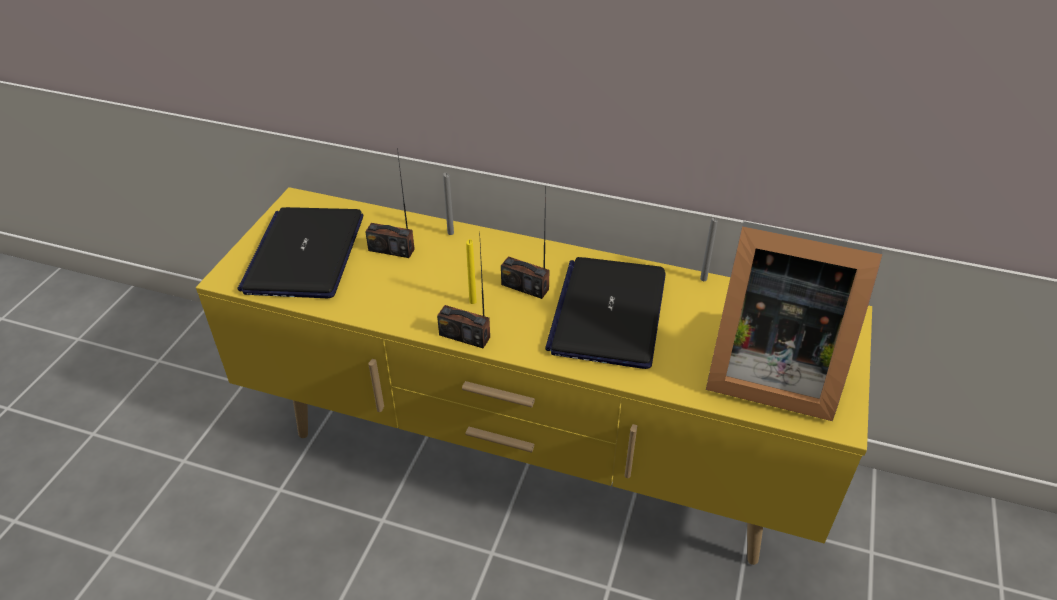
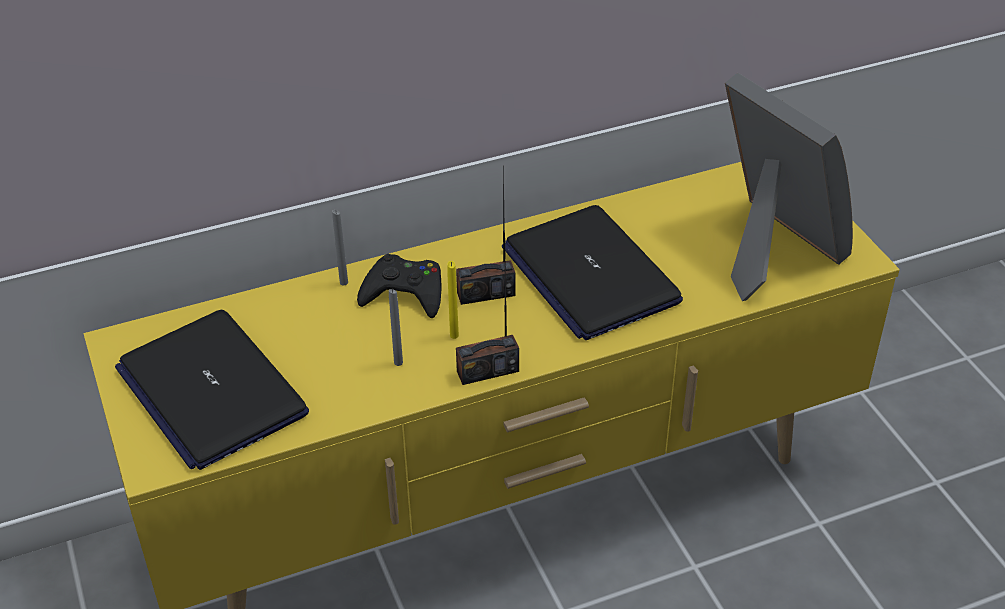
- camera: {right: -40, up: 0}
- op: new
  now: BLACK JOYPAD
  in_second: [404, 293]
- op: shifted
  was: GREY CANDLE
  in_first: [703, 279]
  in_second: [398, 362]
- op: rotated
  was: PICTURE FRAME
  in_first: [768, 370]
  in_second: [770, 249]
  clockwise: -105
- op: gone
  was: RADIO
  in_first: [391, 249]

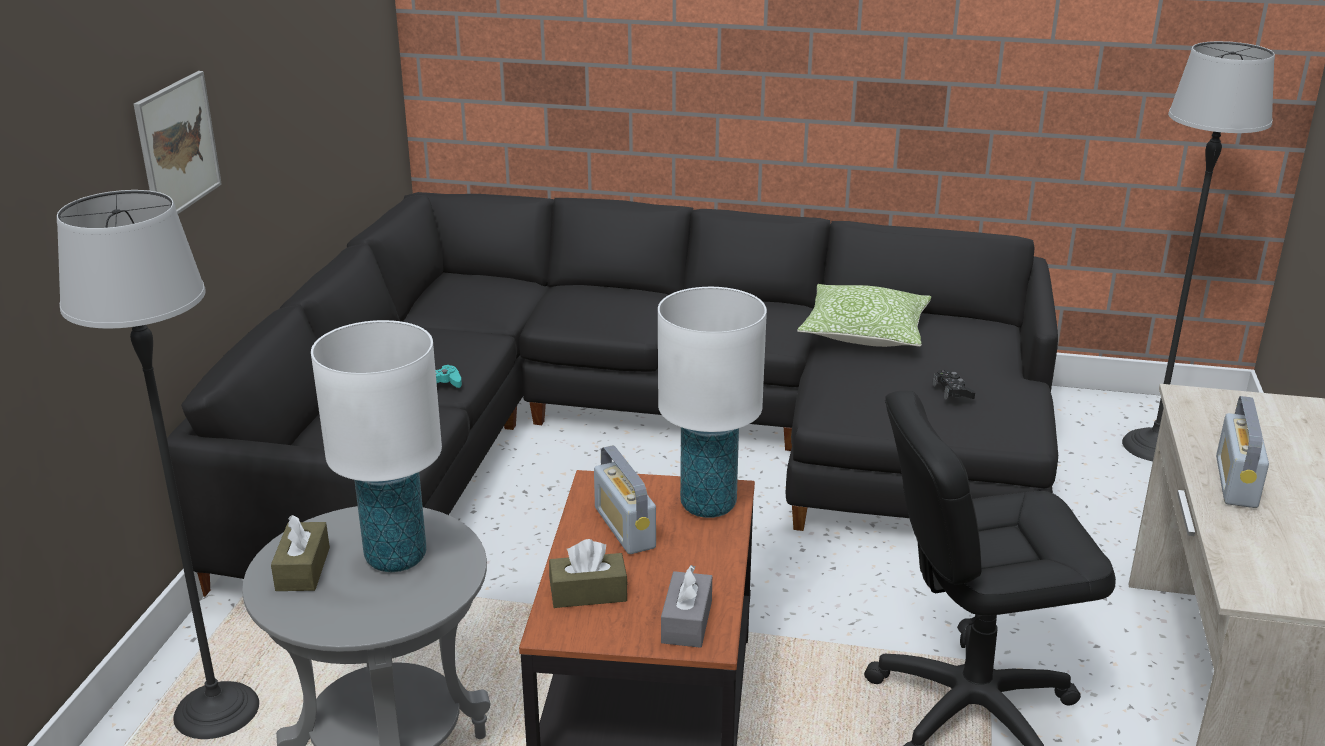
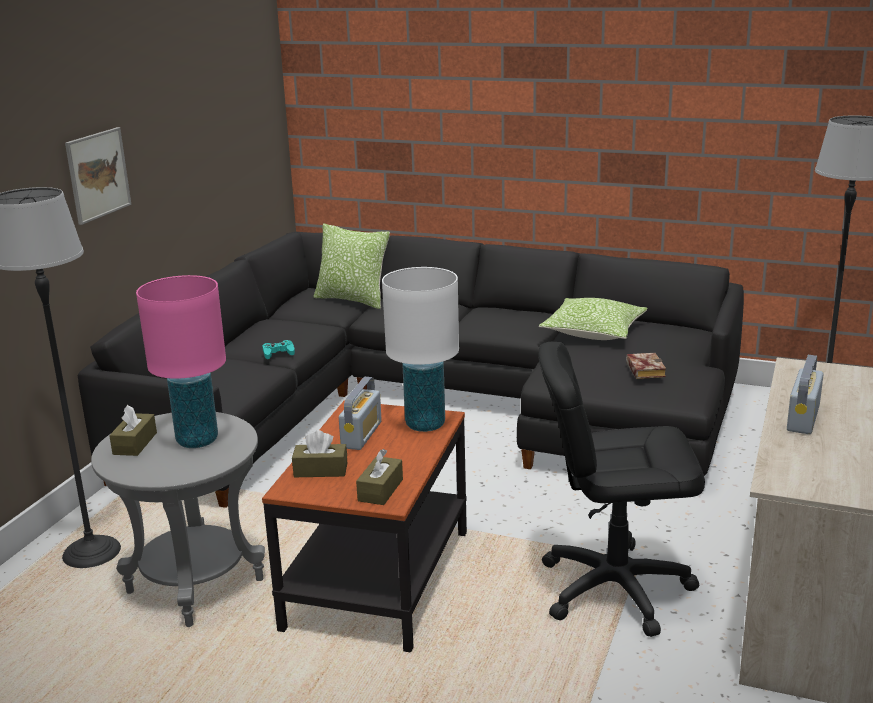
- camera: {right: 10, up: -5}
- op: repainted
  was: WHITISH TABLETOP LAMP
  now: PINK TABLETOP LAMP
  in_first: [396, 557]
  in_second: [197, 440]
- op: new
  now: PILLOW
  in_second: [352, 300]
- op: rotated
  was: RADIO
  in_first: [624, 528]
  in_second: [361, 435]
  clockwise: -150
- op: repainted
  was: GREY BOX OF TISSUES
  now: BROWN BOX OF TISSUES
  in_first: [686, 622]
  in_second: [380, 490]
- op: swapped
  was: BLACK JOYPAD
  now: BOOK
  in_first: [952, 391]
  in_second: [643, 369]

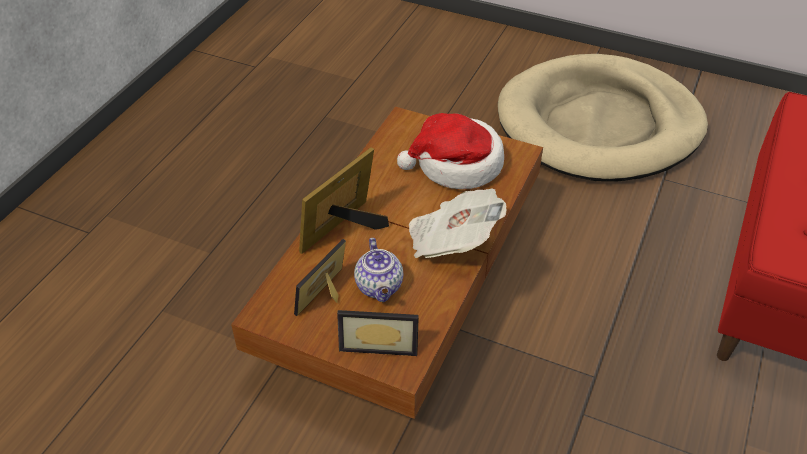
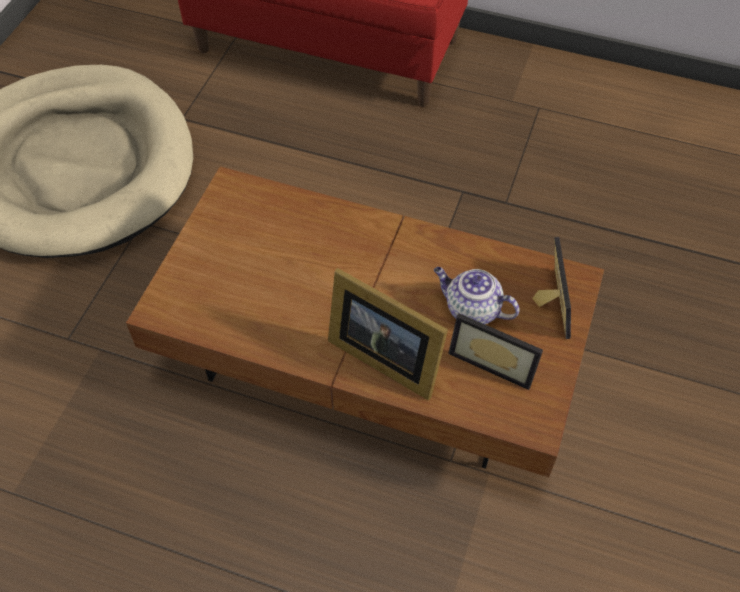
- camera: {right: -95, up: 10}
- op: rotated
  was: TEAPOT
  in_first: [380, 287]
  in_second: [471, 310]
  clockwise: -135
- op: gone
  was: WEARABLE HAT
  in_first: [456, 165]
- op: gone
  was: DAILY PAPER
  in_first: [452, 241]

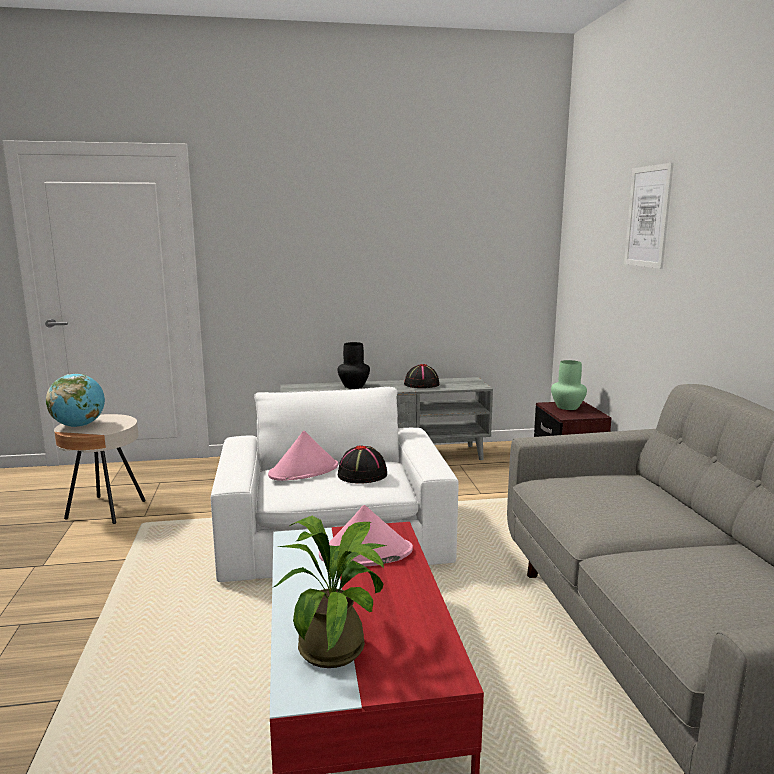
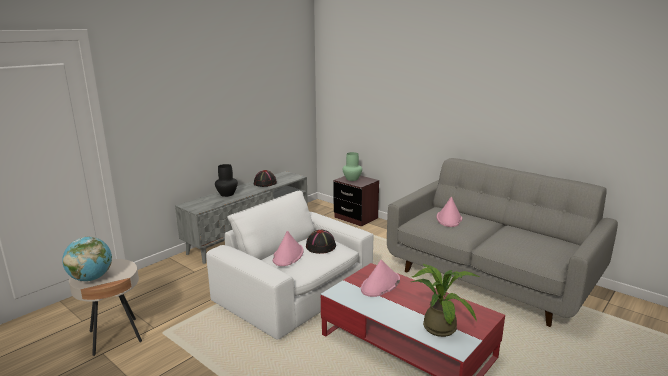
- camera: {right: -40, up: 5}
- op: new
  now: PINK WEARABLE HAT
  in_second: [449, 218]
- op: gone
  was: WALL ART
  in_first: [648, 216]

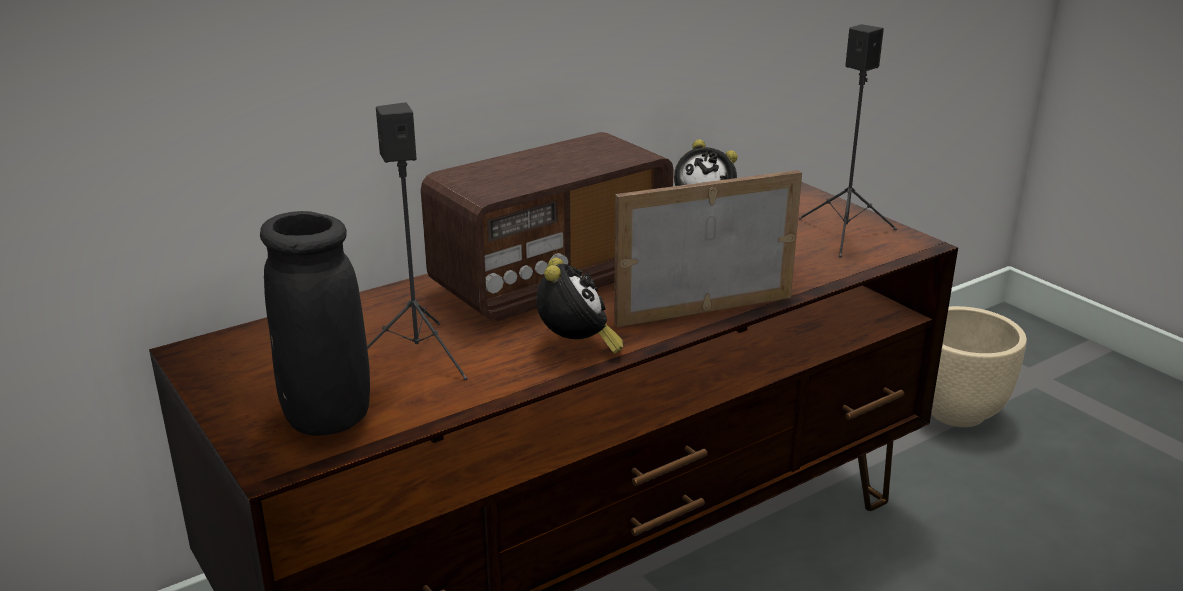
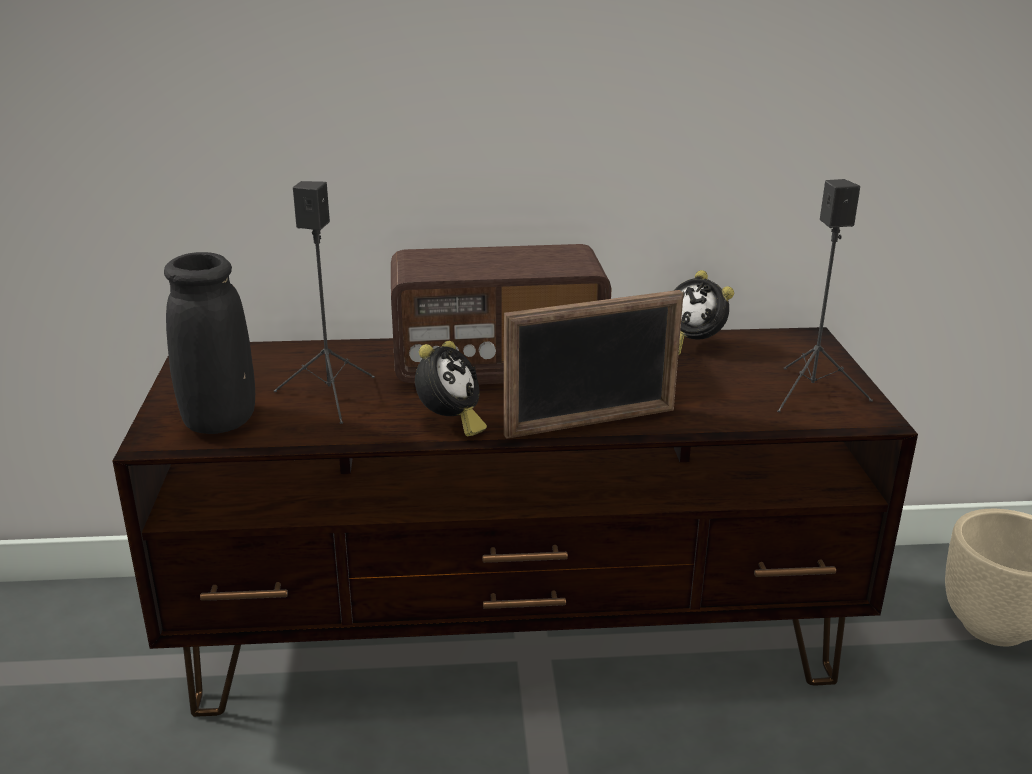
- camera: {right: 30, up: 0}
- op: rotated
  was: PICTURE FRAME
  in_first: [703, 309]
  in_second: [591, 423]
  clockwise: 150

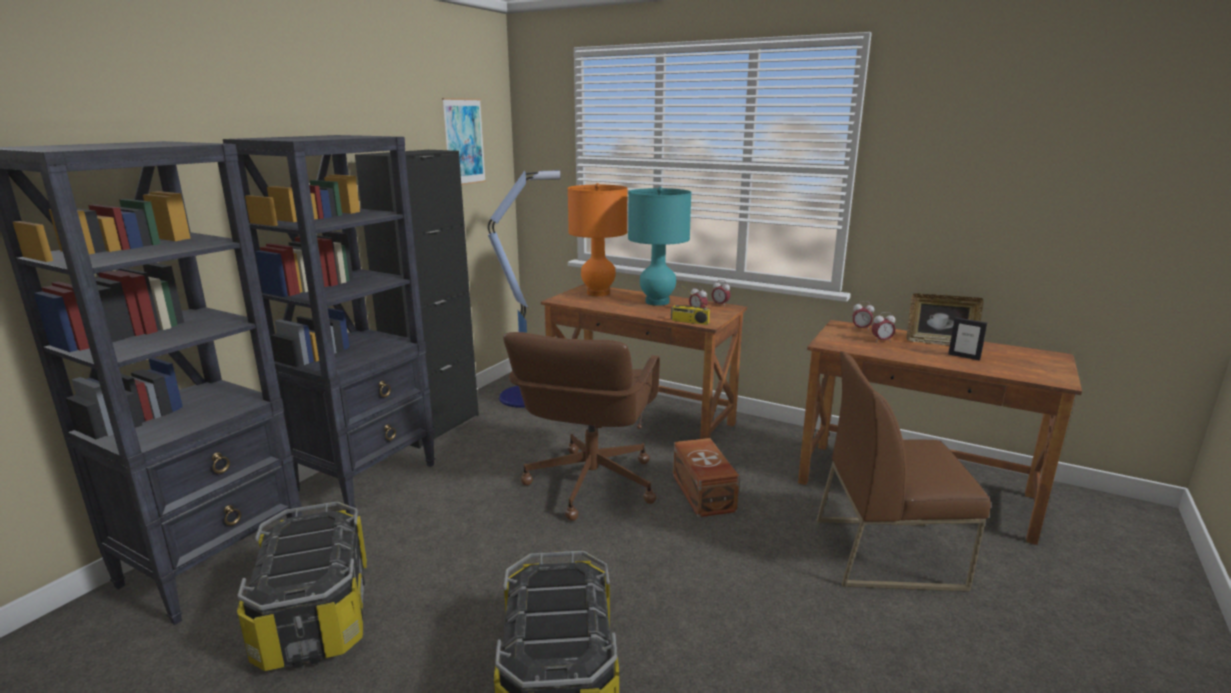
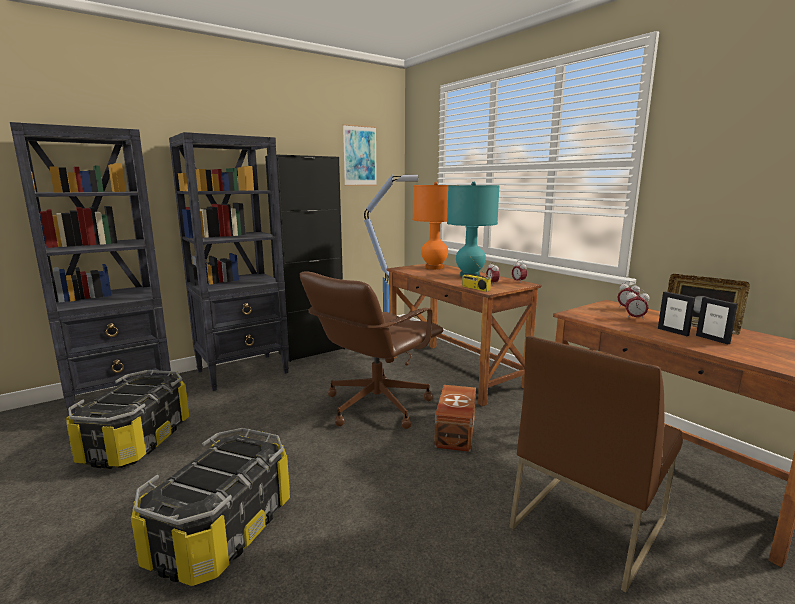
- camera: {right: 25, up: -5}
- op: rotated
  was: BROWN CHAIR
  in_first: [888, 552]
  in_second: [587, 522]
  clockwise: -75
- op: new
  now: PICTURE FRAME
  in_second: [673, 332]

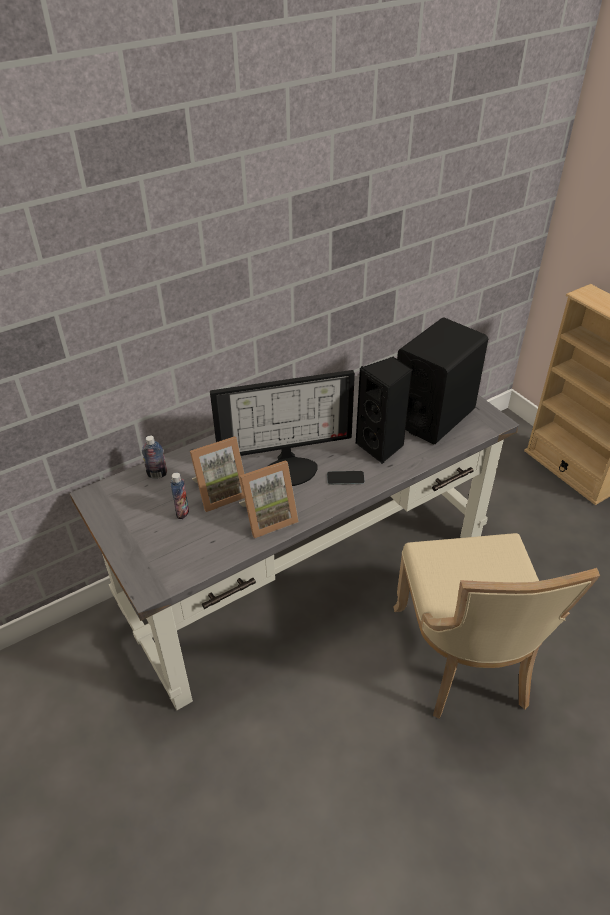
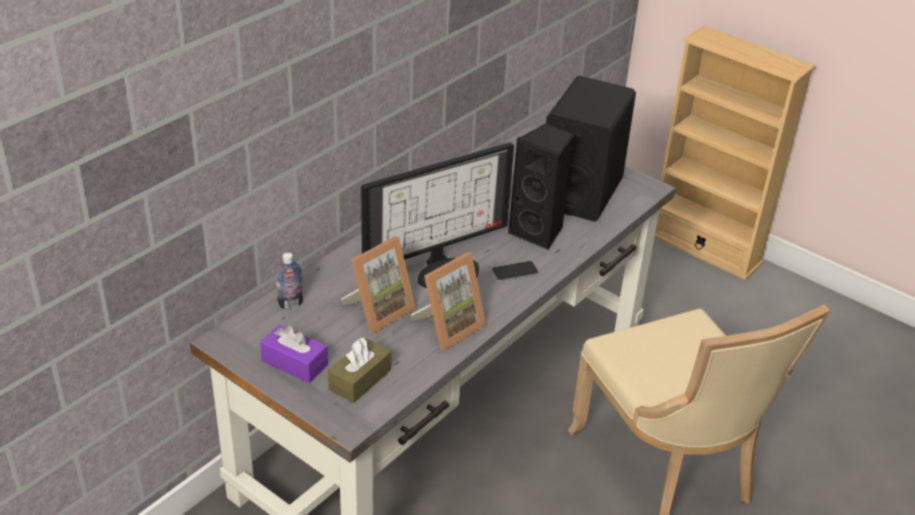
- camera: {right: -20, up: -5}
- op: new
  now: PURPLE BOX OF TISSUES
  in_second: [294, 363]
- op: new
  now: BROWN BOX OF TISSUES
  in_second: [360, 379]
- op: gone
  was: BOTTLE
  in_first: [182, 512]

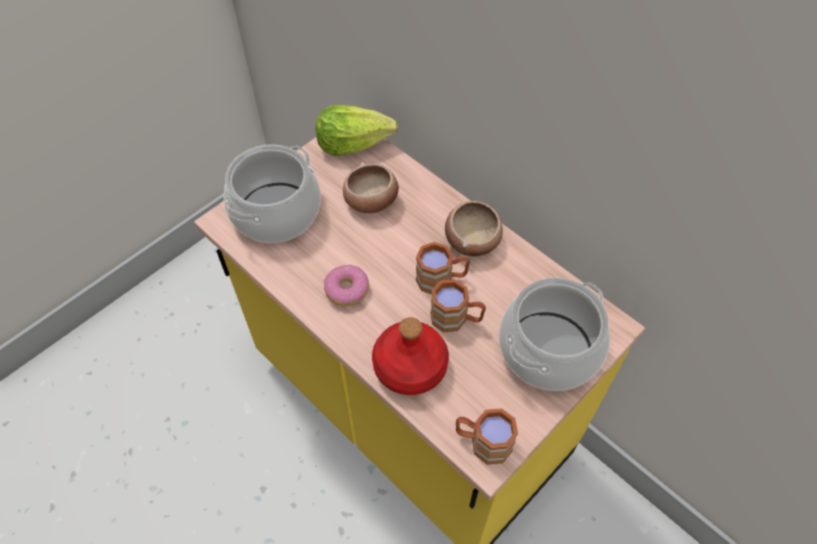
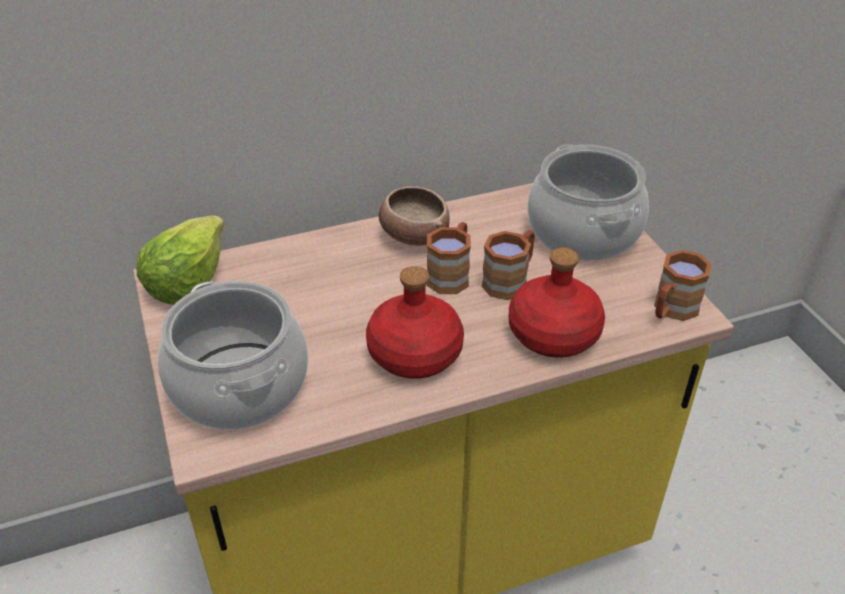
- camera: {right: -65, up: -15}
- op: swapped
  was: DOUGHNUT
  now: RED BOTTLE
  in_first: [347, 290]
  in_second: [415, 354]
- op: gone
  was: DEEP DISH
  in_first: [371, 202]

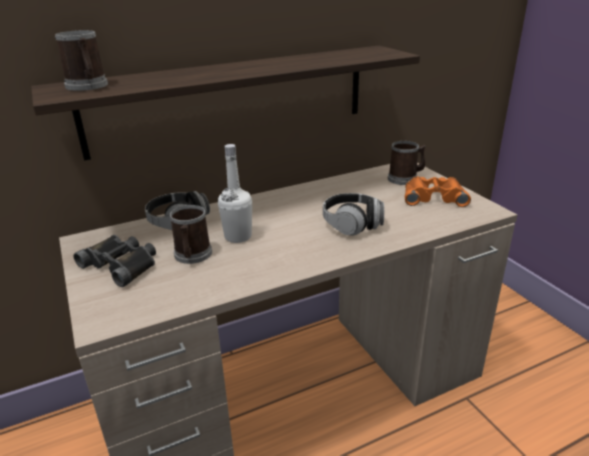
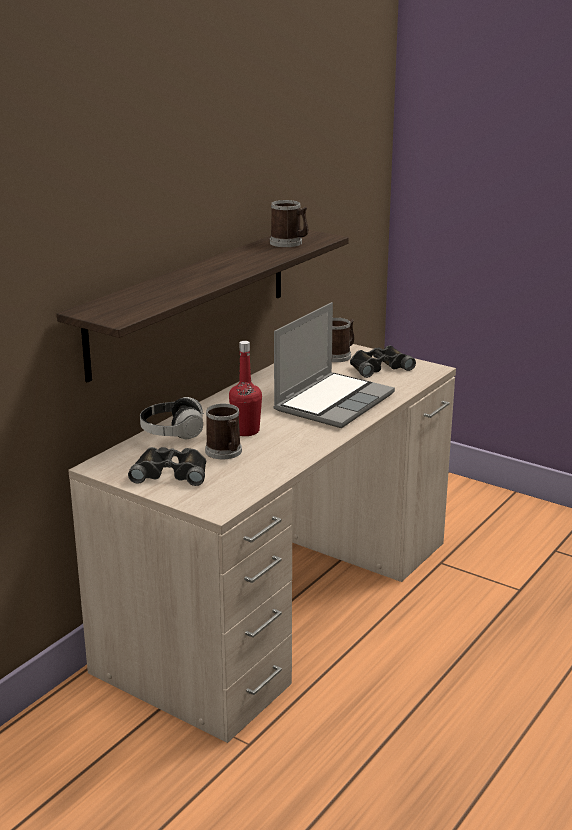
- camera: {right: -30, up: -5}
- op: repainted
  was: WHITISH BOTTLE
  now: RED BOTTLE
  in_first: [238, 236]
  in_second: [246, 431]
- op: shifted
  was: TEA MUG
  in_first: [88, 86]
  in_second: [289, 243]
- op: swapped
  was: HEADSET
  now: PORTABLE COMPUTER
  in_first: [352, 224]
  in_second: [333, 401]
- op: repainted
  was: ORANGEY BINOCULARS
  now: BLACK BINOCULARS
  in_first: [433, 197]
  in_second: [379, 367]

